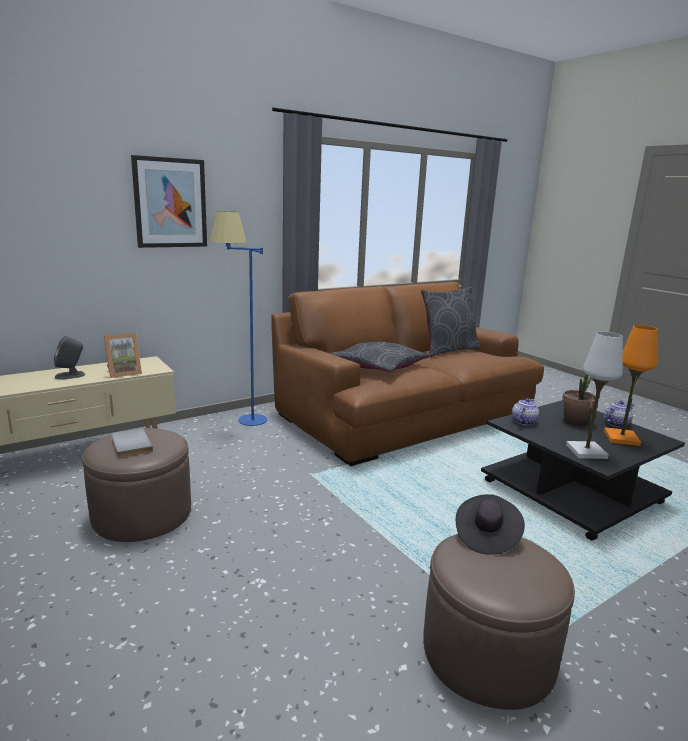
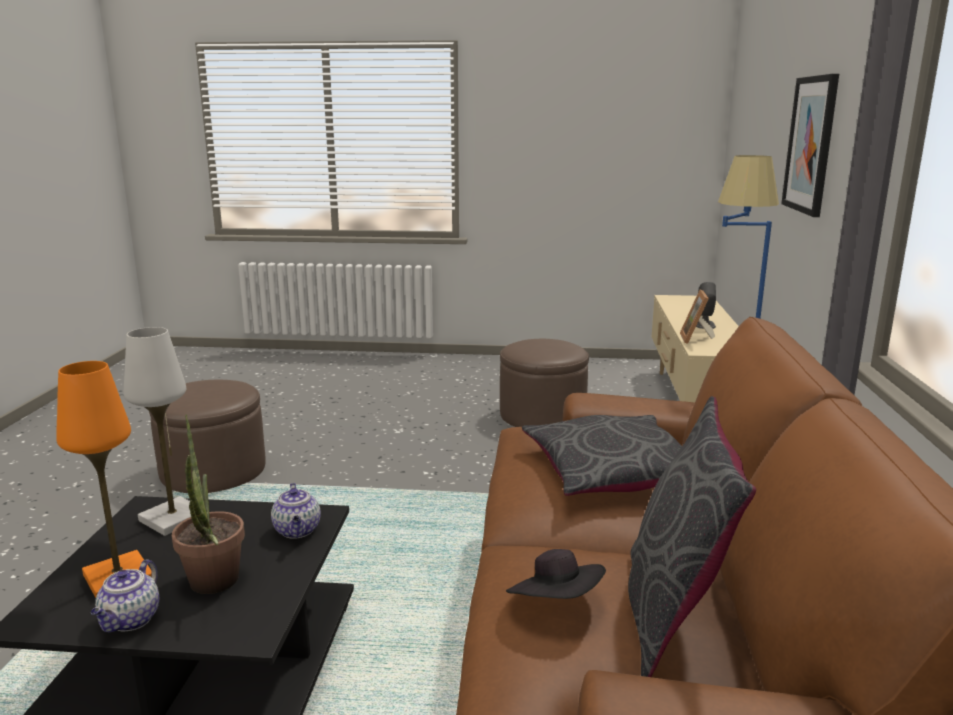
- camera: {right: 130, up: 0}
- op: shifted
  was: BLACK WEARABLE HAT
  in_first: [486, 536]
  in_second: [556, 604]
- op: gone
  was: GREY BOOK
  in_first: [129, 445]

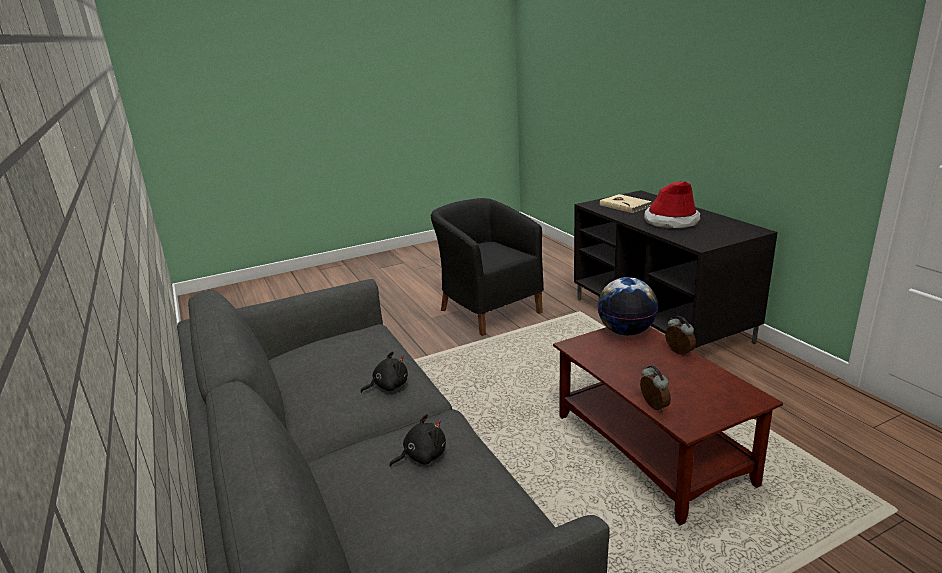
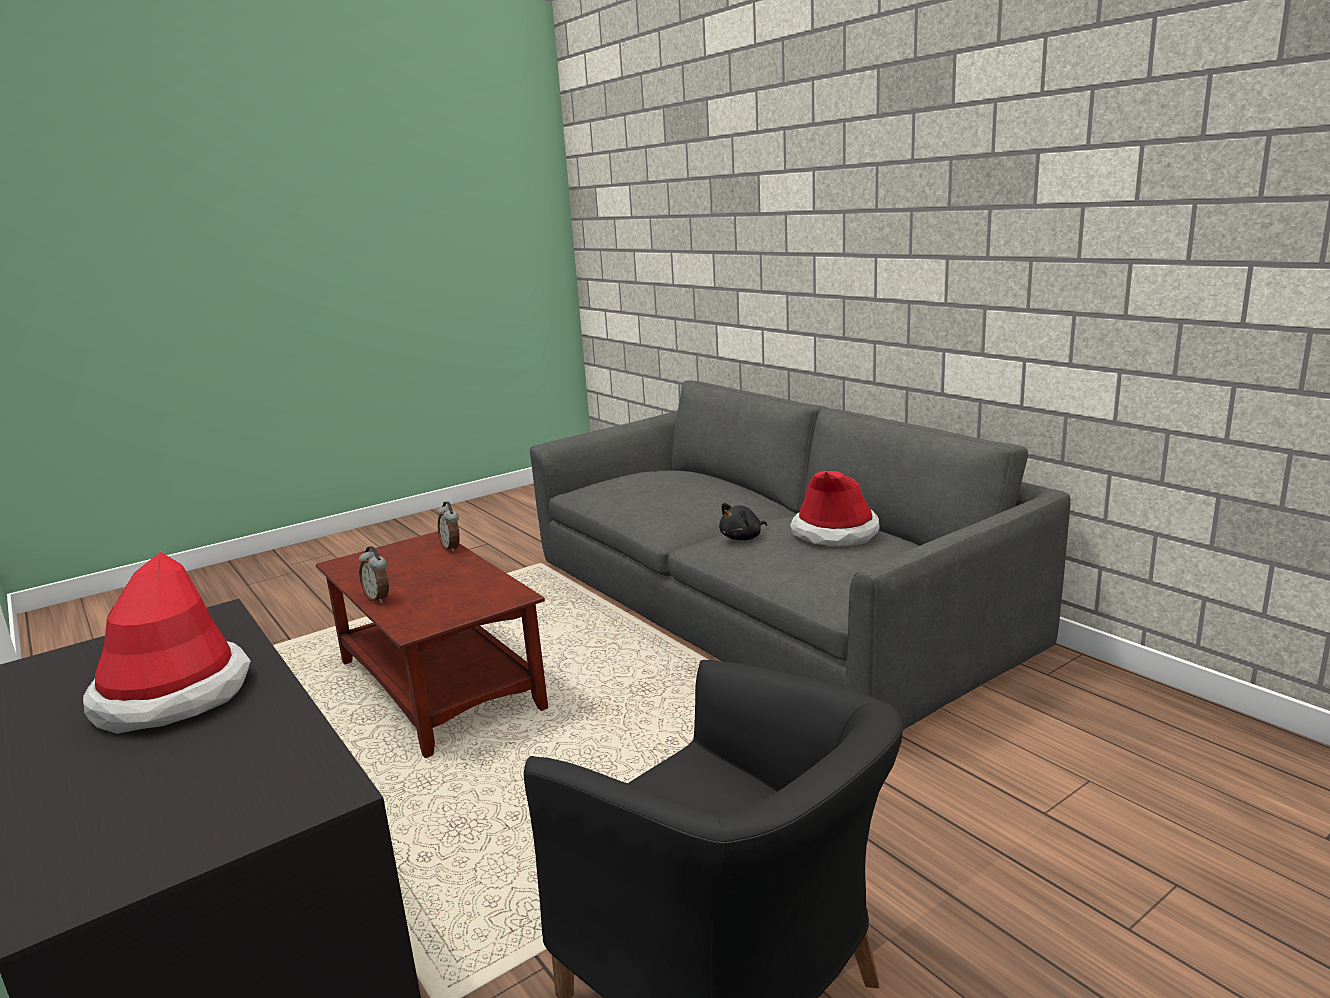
- camera: {right: 170, up: -5}
- op: new
  now: WEARABLE HAT
  in_second: [835, 533]
- op: gone
  was: BLACK PLUSH TOY
  in_first: [422, 456]
- op: gone
  was: GLOBE
  in_first: [626, 331]
- op: gone
  was: BEIGE BOOK
  in_first: [625, 205]

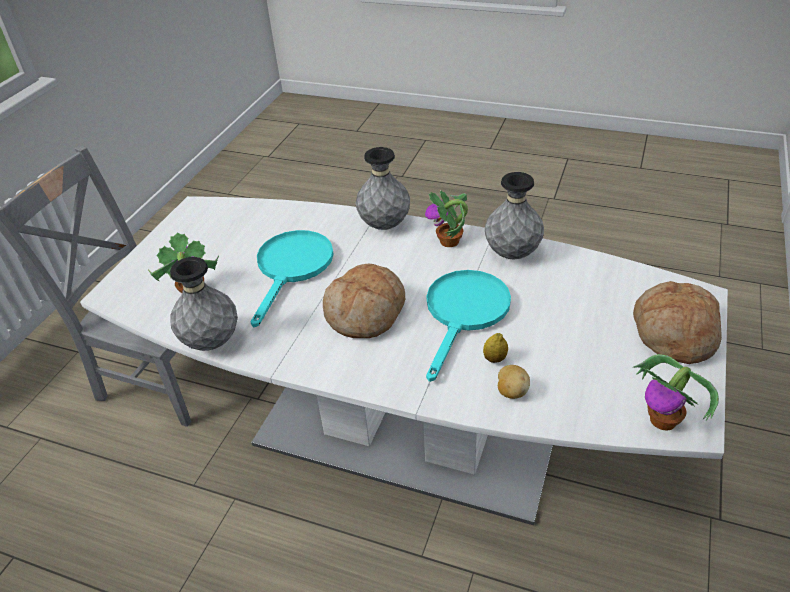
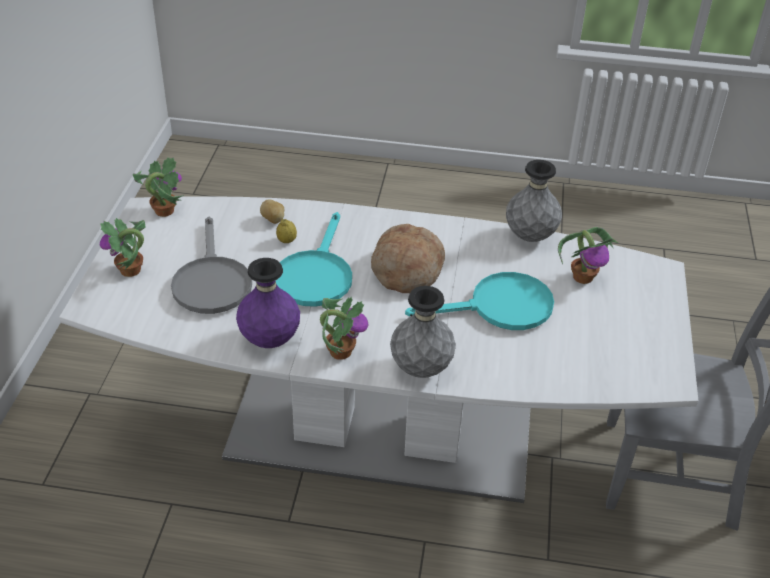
- camera: {right: 165, up: 0}
- op: swapped
  was: BREAD
  now: POTTED PLANT
  in_first: [673, 333]
  in_second: [130, 271]
- op: new
  now: GREY SKILLET
  in_second: [211, 281]
- op: repainted
  was: GREY VASE
  now: PURPLE VASE
  in_first: [512, 254]
  in_second: [269, 340]
- op: rotated
  was: TURQUOISE SKILLET
  in_first: [292, 268]
  in_second: [499, 308]
  clockwise: -105

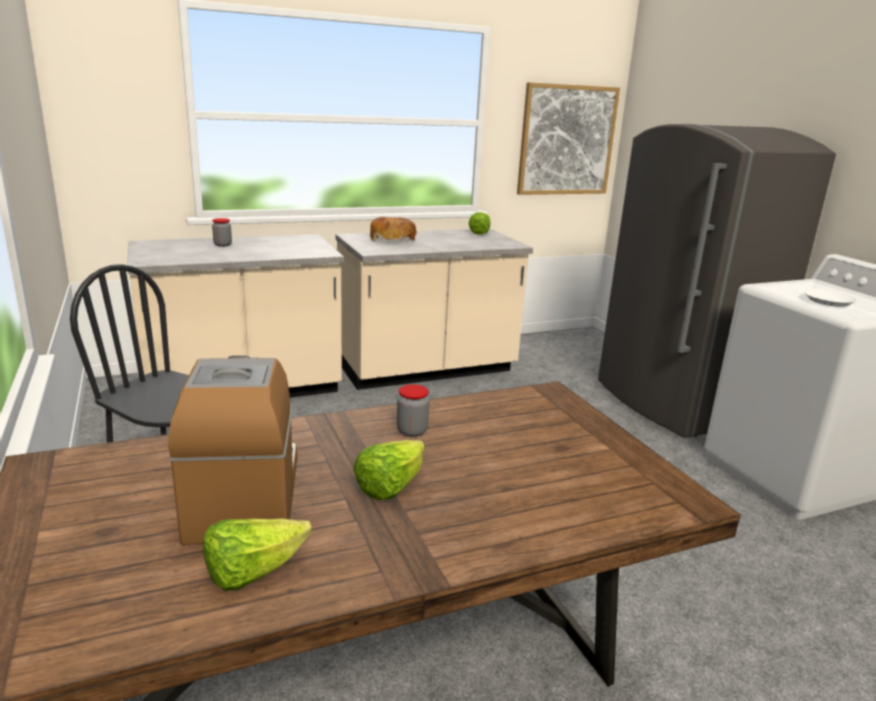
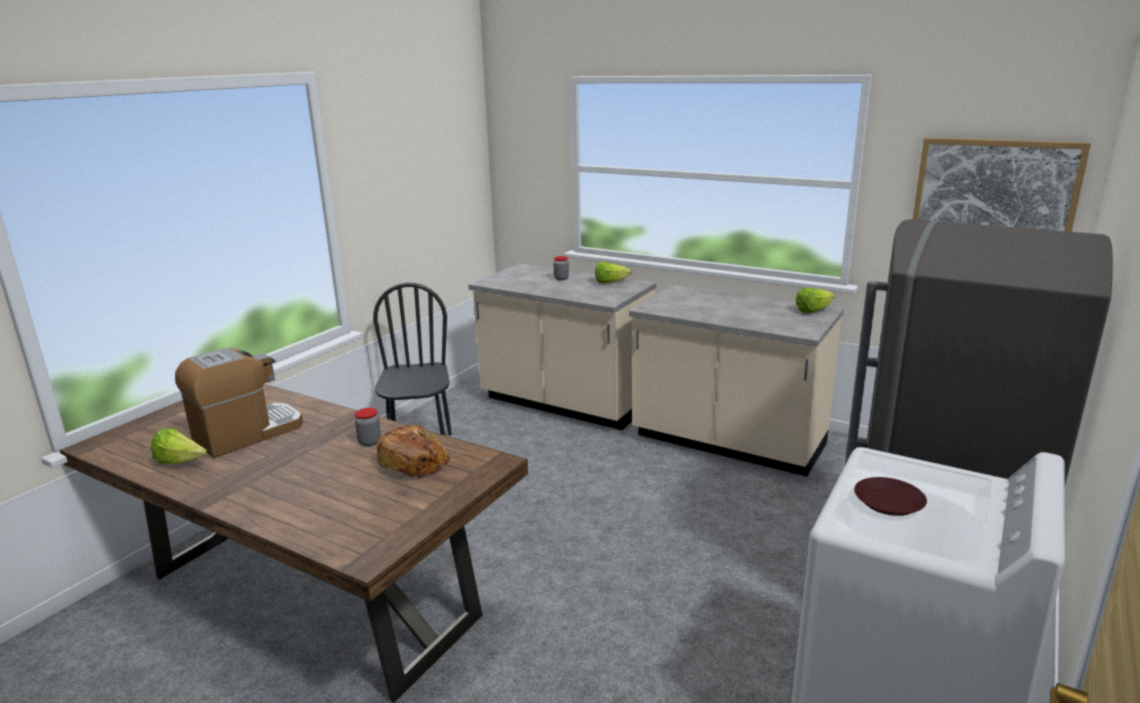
- camera: {right: 55, up: 0}
- op: shifted
  was: BREAD
  in_first: [391, 239]
  in_second: [415, 462]
- op: shifted
  was: LETTUCE HEAD
  in_first: [390, 487]
  in_second: [610, 282]
- op: repainted
  was: WHITISH DINNER PLATE
  now: BROWN DINNER PLATE
  in_first: [828, 301]
  in_second: [889, 502]

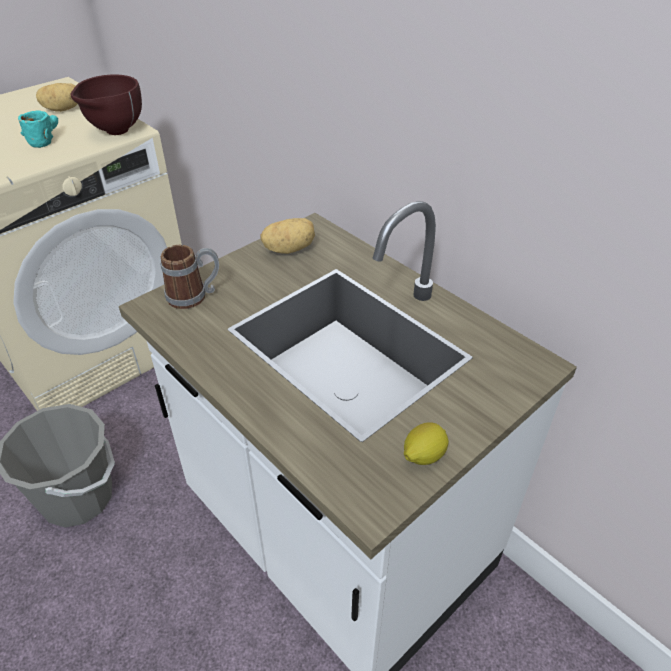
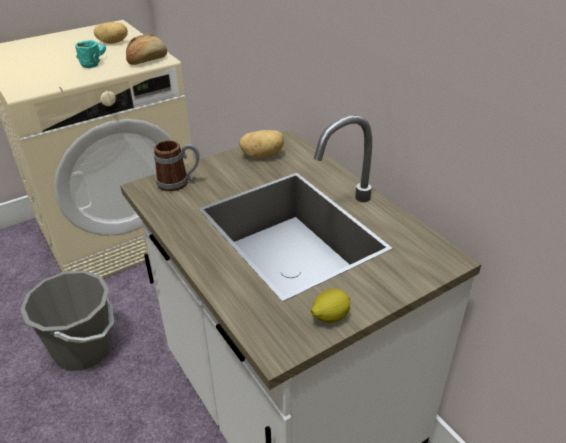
- camera: {right: 10, up: -5}
- op: swapped
  was: BROWN DEEP DISH
  now: BREAD
  in_first: [115, 132]
  in_second: [147, 60]

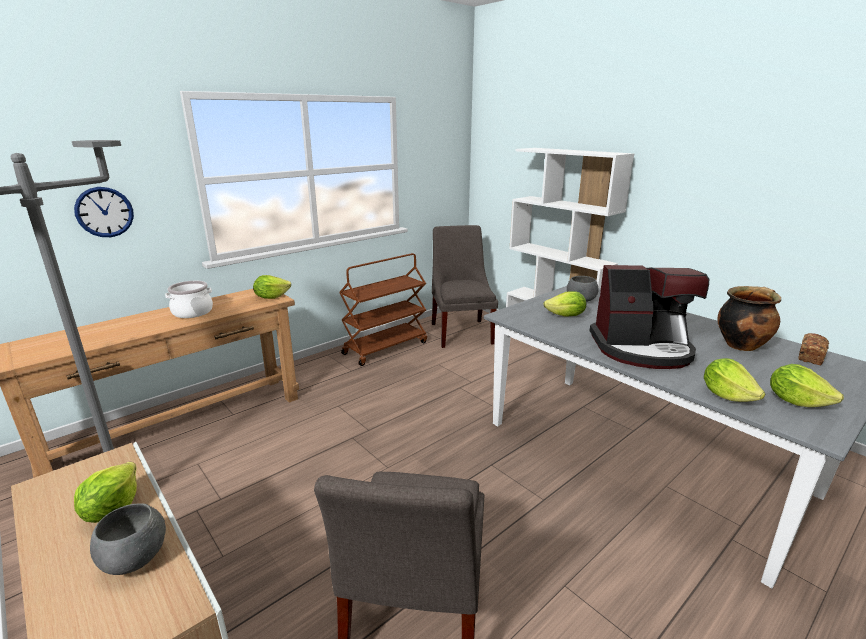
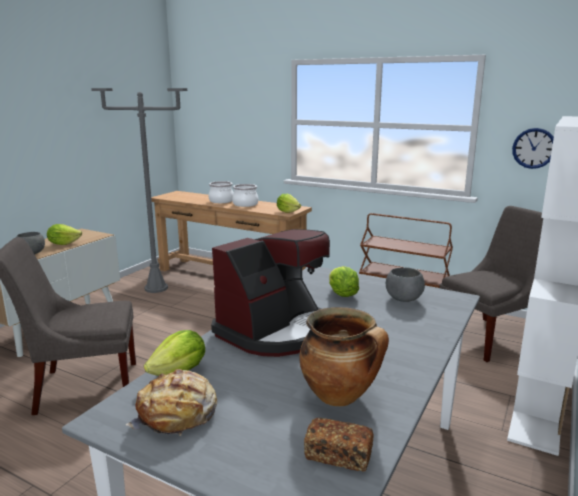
- camera: {right: 70, up: -5}
- op: swapped
  was: LETTUCE HEAD
  now: BREAD
  in_first: [796, 401]
  in_second: [177, 415]
- op: new
  now: SAUCEPOT
  in_second: [221, 201]
- op: rotated
  was: COFFEE MACHINE
  in_first: [642, 349]
  in_second: [277, 331]
  clockwise: -120
- op: shifted
  was: WALL CLOCK
  in_first: [104, 212]
  in_second: [534, 148]

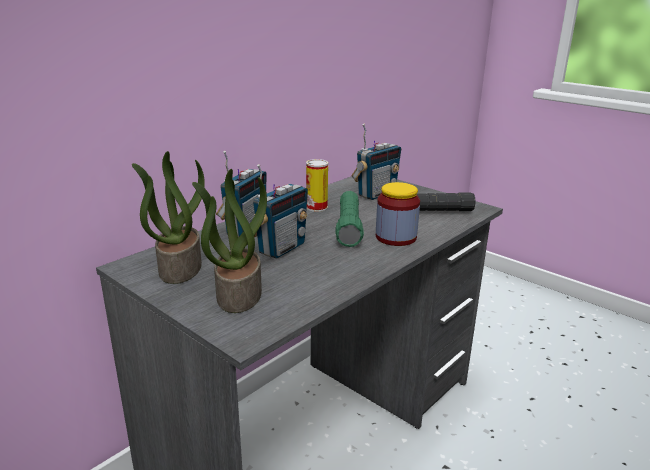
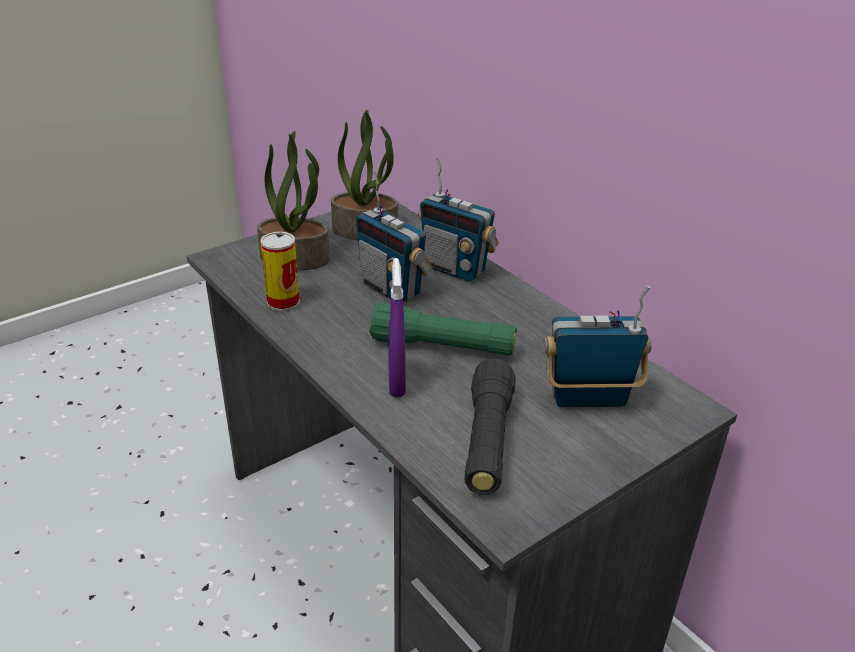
- camera: {right: 100, up: 10}
- op: shifted
  was: SEALED CAN
  in_first: [316, 207]
  in_second: [283, 302]
- op: swapped
  was: PRESERVE JAR
  now: PURPLE SPRAYER
  in_first: [396, 237]
  in_second: [396, 383]
- op: rotated
  was: RADIO
  in_first: [376, 194]
  in_second: [588, 399]
  clockwise: 120

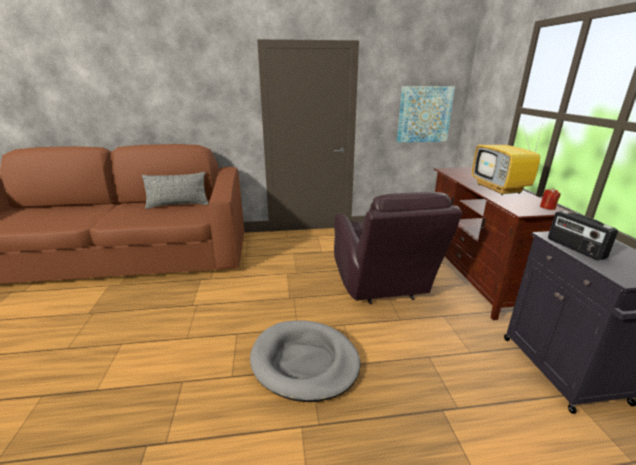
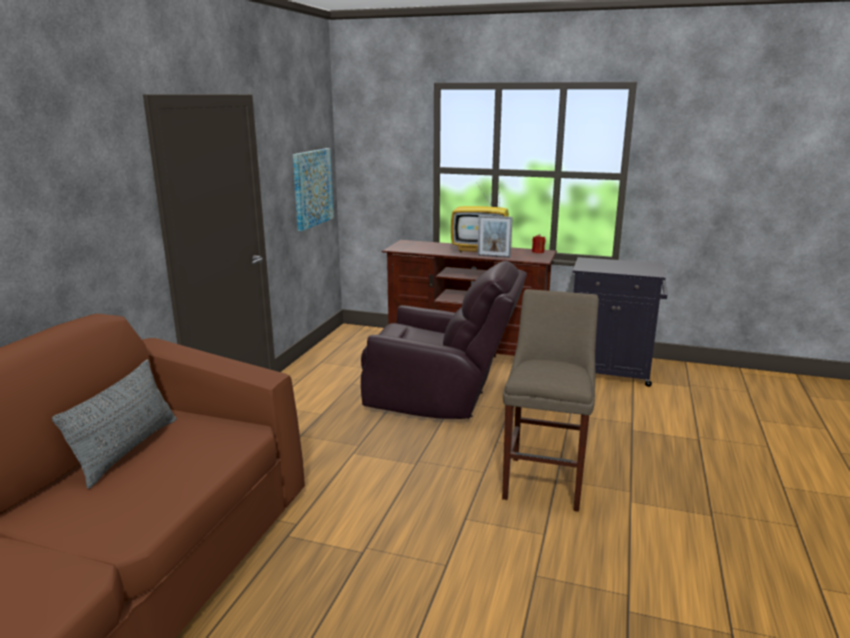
- camera: {right: -65, up: -5}
- op: new
  now: PICTURE FRAME
  in_second: [493, 256]
- op: swapped
  was: GREY DOG BED
  now: BEIGE SITTING STOOL
  in_first: [304, 362]
  in_second: [545, 480]
- op: gone
  was: RADIO
  in_first: [574, 248]

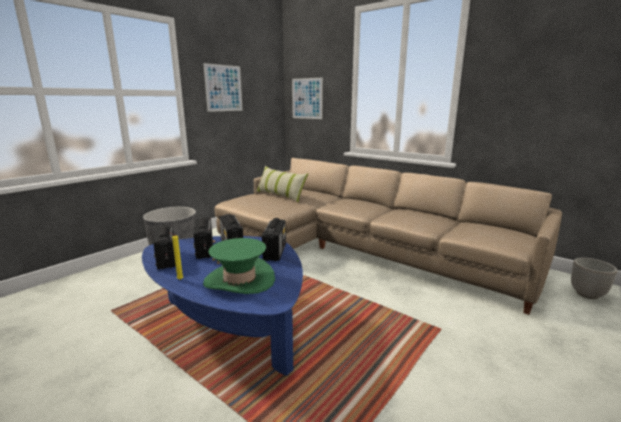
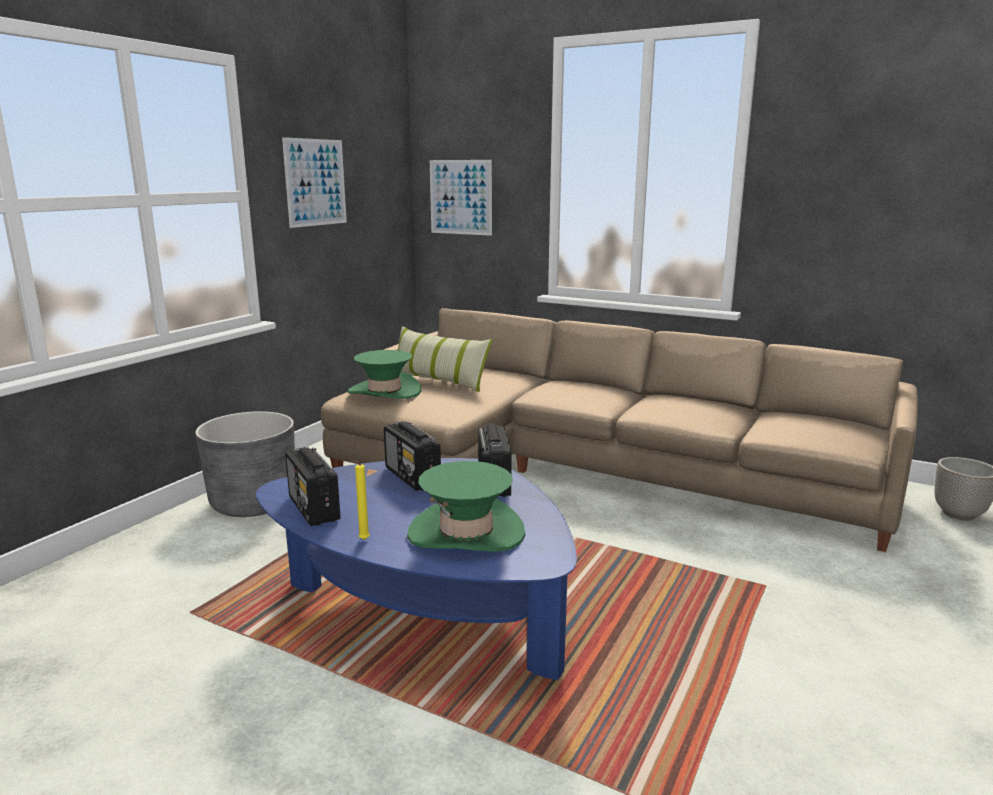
- camera: {right: -10, up: 0}
- op: new
  now: GREEN WEARABLE HAT
  in_second: [385, 391]
- op: gone
  was: RADIO
  in_first: [204, 250]

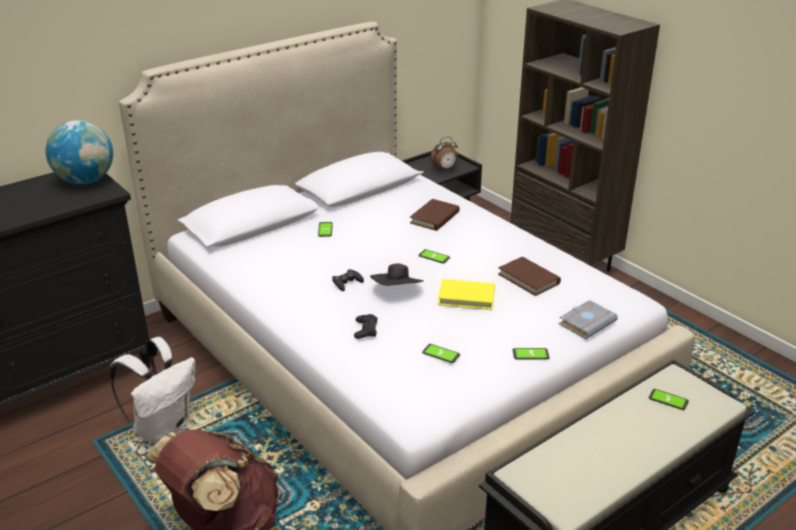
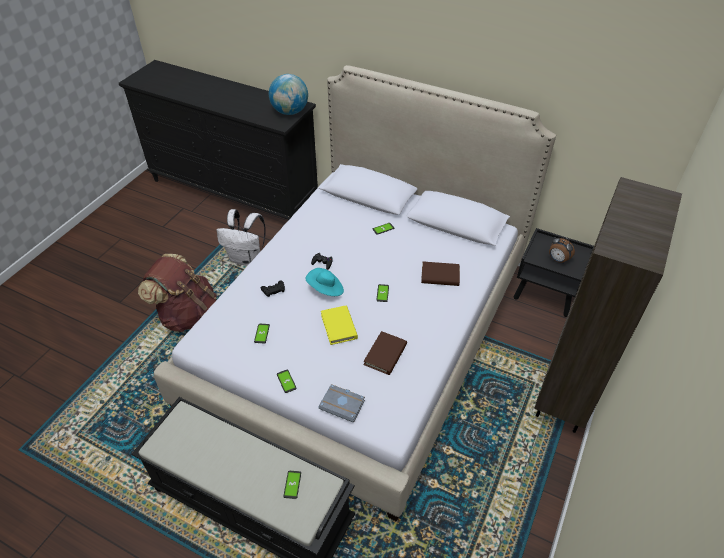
- camera: {right: 65, up: 15}
- op: repainted
  was: BLACK WEARABLE HAT
  now: TURQUOISE WEARABLE HAT
  in_first: [397, 291]
  in_second: [326, 289]

